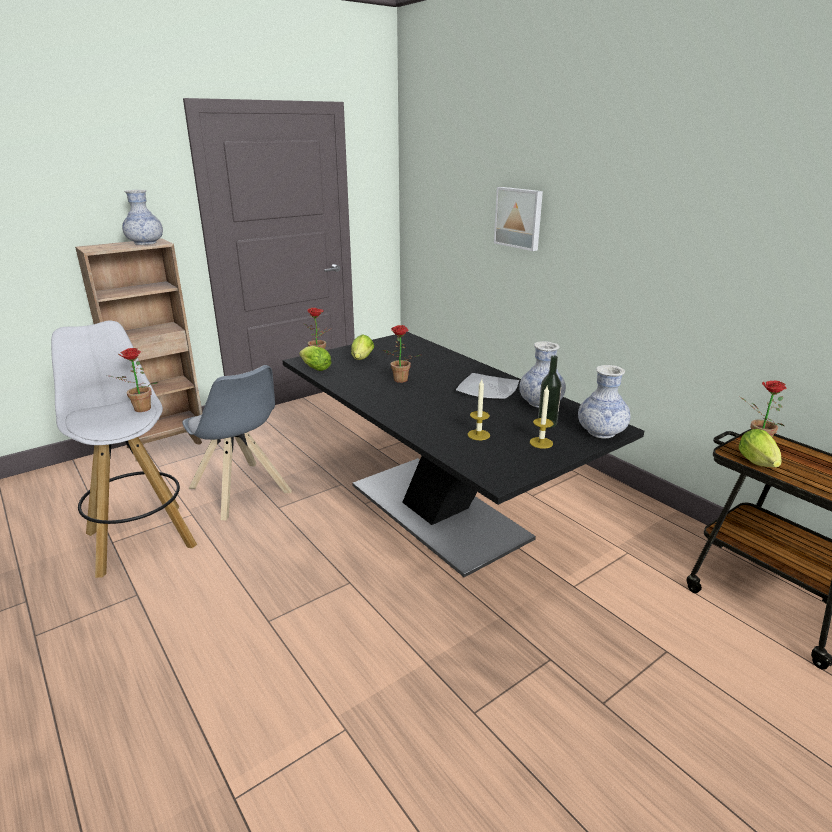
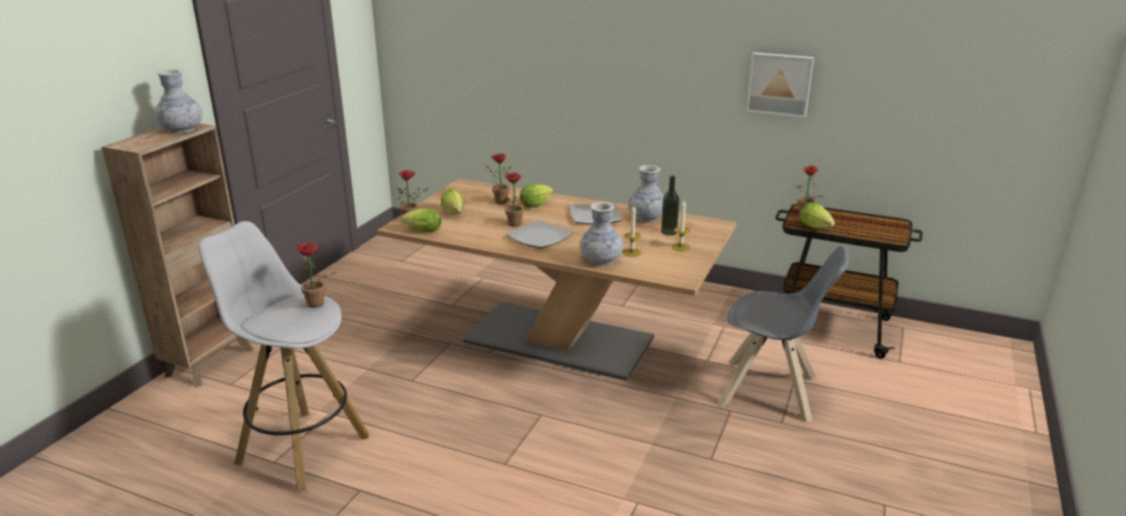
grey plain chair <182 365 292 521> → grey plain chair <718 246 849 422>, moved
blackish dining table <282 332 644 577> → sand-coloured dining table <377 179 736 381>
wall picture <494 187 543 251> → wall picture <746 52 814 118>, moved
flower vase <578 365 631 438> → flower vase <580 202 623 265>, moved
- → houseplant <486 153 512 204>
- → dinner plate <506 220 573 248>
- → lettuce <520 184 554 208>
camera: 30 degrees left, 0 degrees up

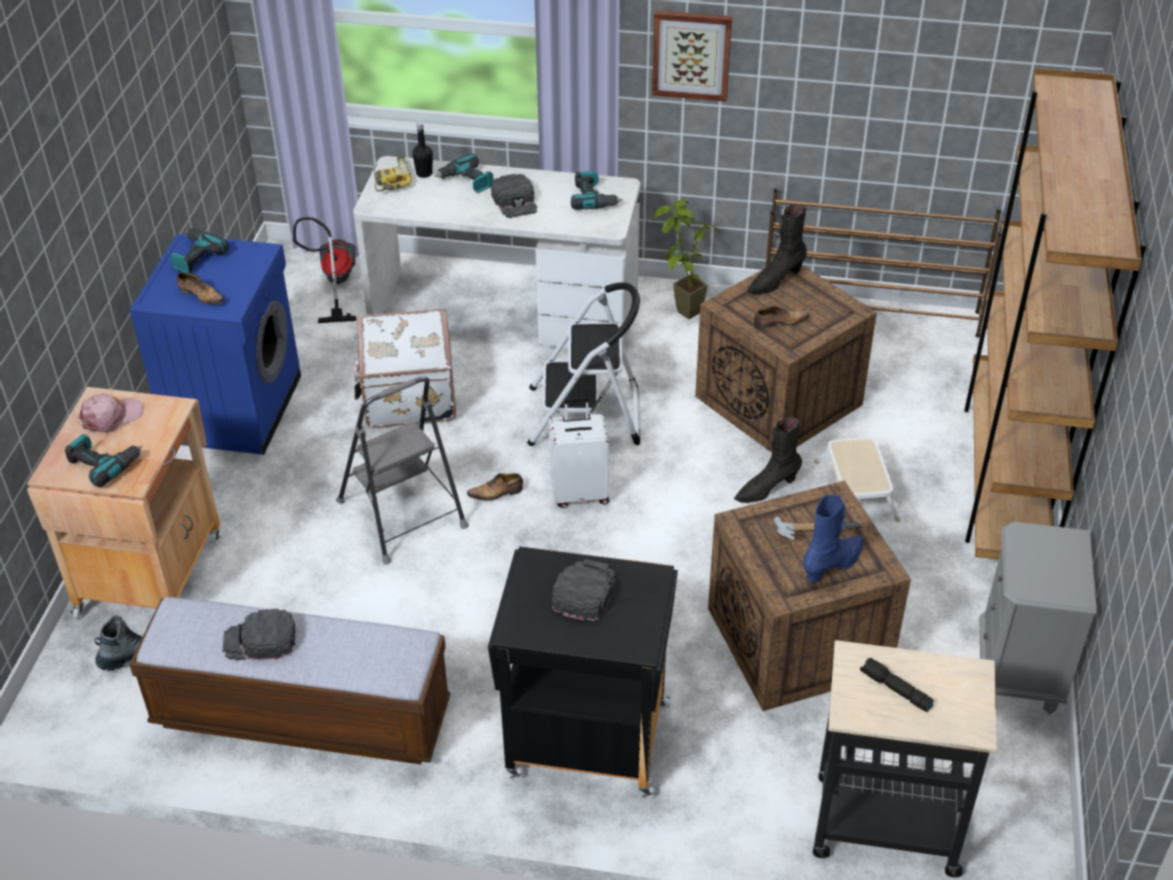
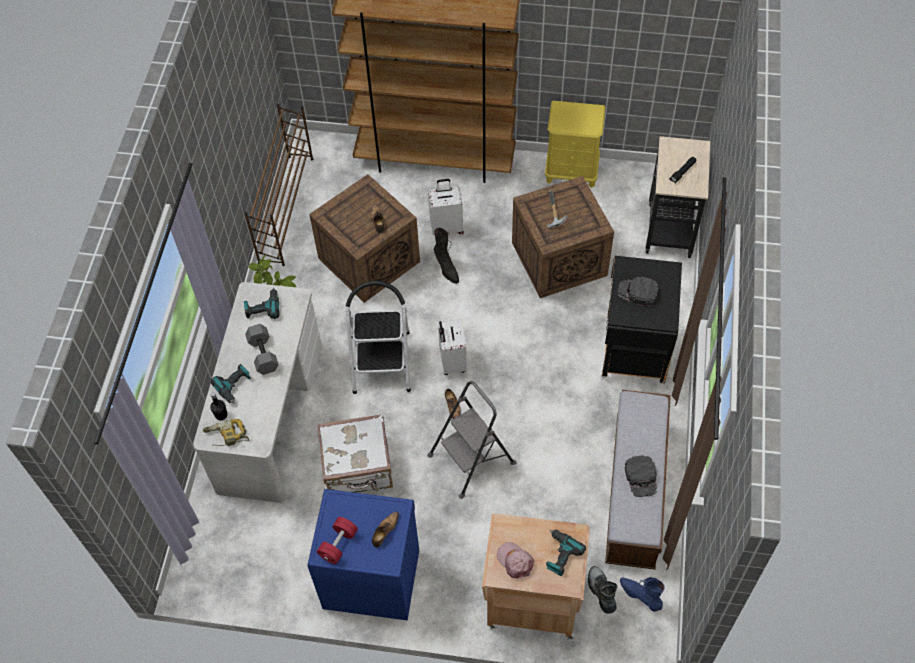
electric drill <170 228 229 274> → red hand weight <317 517 358 564>
vacuum <293 217 356 323> → -
blackish cap <491 174 537 218> → grey hand weight <245 324 279 375>
wall picture <652 10 732 102> → -
blackish boot <747 204 807 295> → -
bluish boot <803 495 864 583> → bluish boot <620 577 664 612>, moved
sand-coloured step stool <814 437 900 523> → white suitcase <428 179 464 235>
grey night table <979 522 1097 714> → yellow night table <545 101 606 188>
camera: 90 degrees left, 15 degrees up

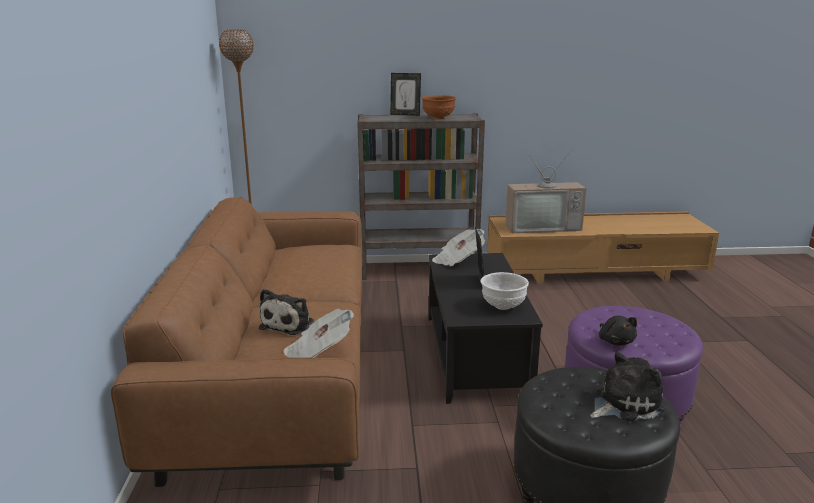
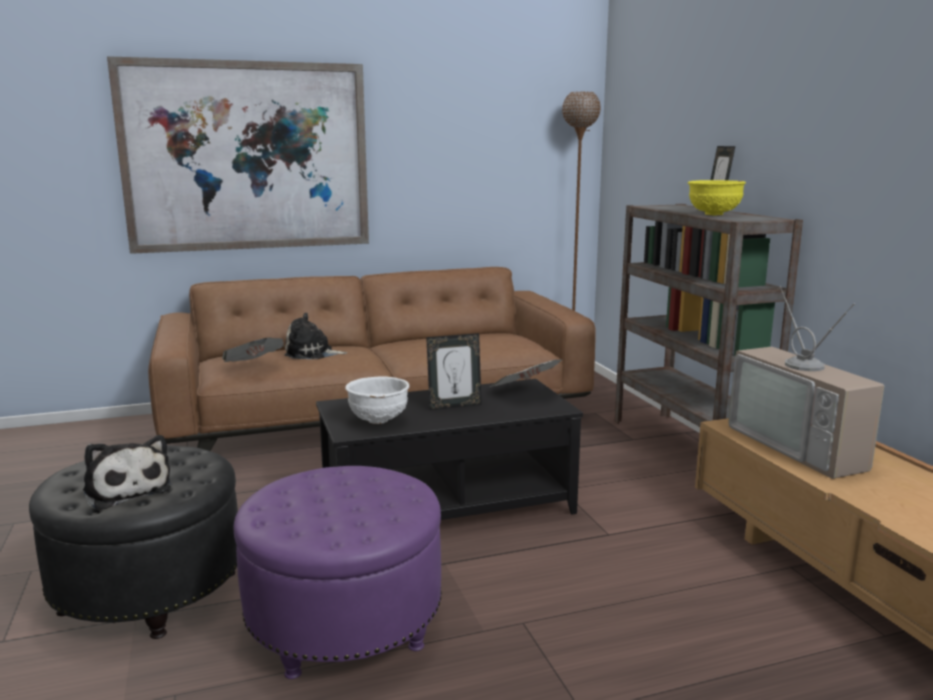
brown-coloured serving bowl <422 95 456 119> → yellow serving bowl <688 180 746 216>
blackish soft toy <599 316 637 345> → -
- → wall picture <107 56 369 254>
camera: 75 degrees right, 5 degrees down

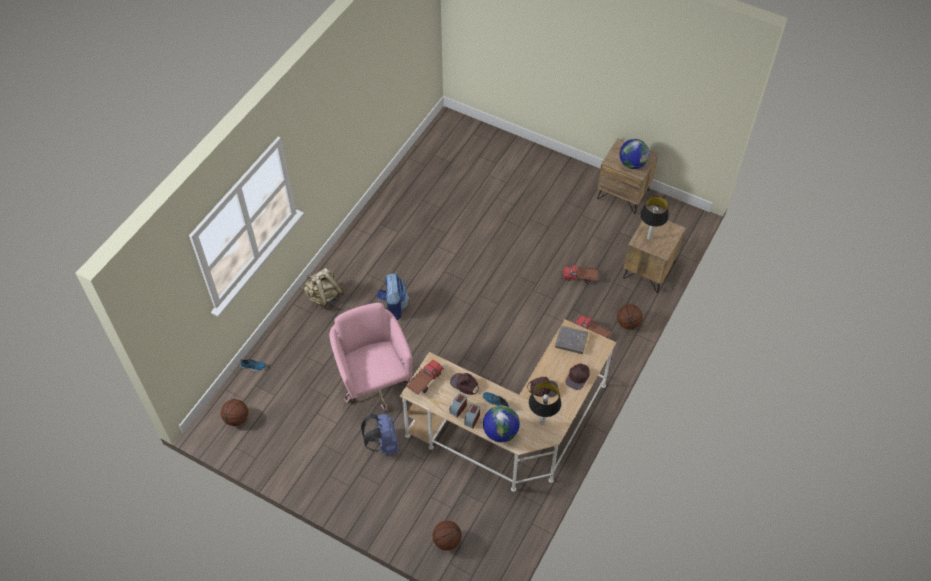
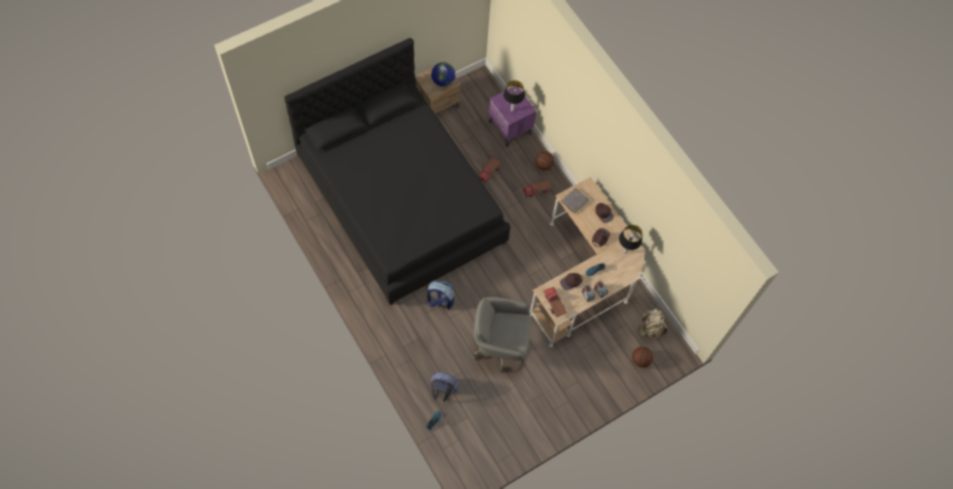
basketball ball <221 399 248 426> → -
sand-coloured backpack <304 268 344 309> → sand-coloured backpack <638 308 667 339>, moved
pinkish office chair <330 303 412 411> → grey office chair <472 297 531 372>
bluish backpack <361 414 399 456> → bluish backpack <431 372 459 402>, moved
globe <483 405 520 442> → -
brown-coloured night table <623 221 686 293> → purple-coloured night table <488 86 536 147>
- → blackish bed <284 38 511 305>
camera: 65 degrees left, 10 degrees up

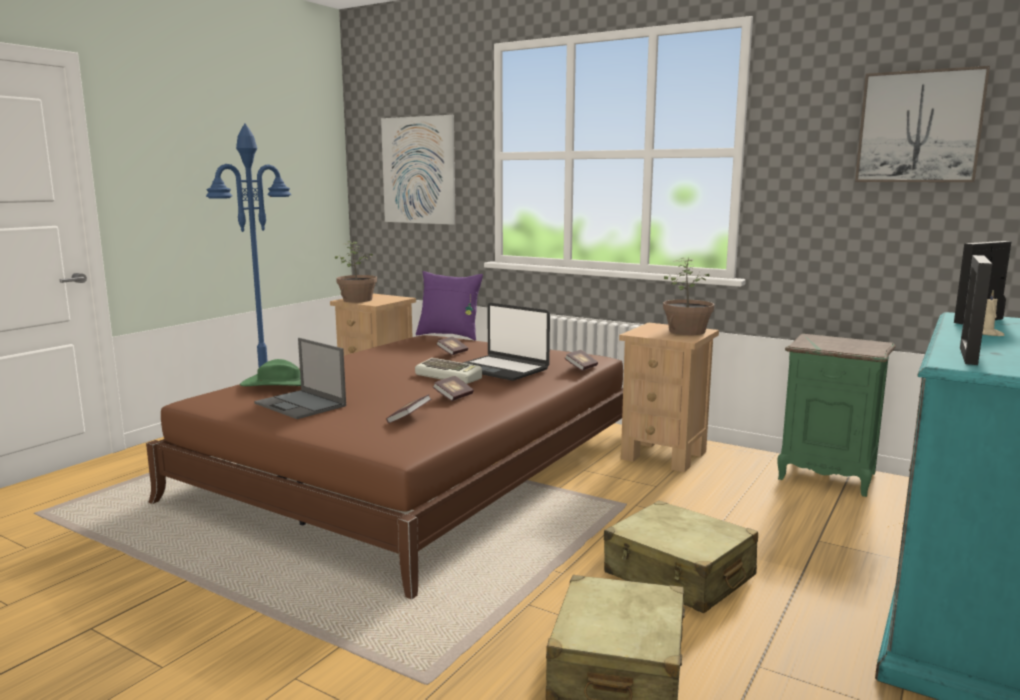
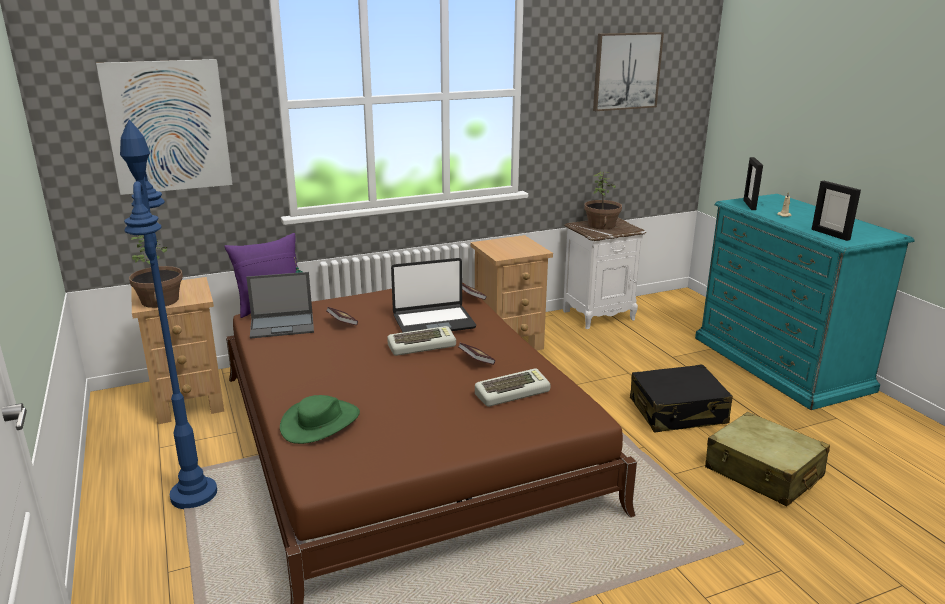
notebook computer <254 338 346 419> → notebook computer <246 272 314 339>, moved
book <387 394 431 423> → PC keyboard <475 369 551 407>
sand-coloured suitcase <604 501 758 613> → blackish suitcase <630 364 733 433>
houseplant <663 257 714 335> → houseplant <584 172 622 229>, moved
green night table <777 334 896 497> → white night table <563 218 646 329>
camera: 55 degrees left, 10 degrees up

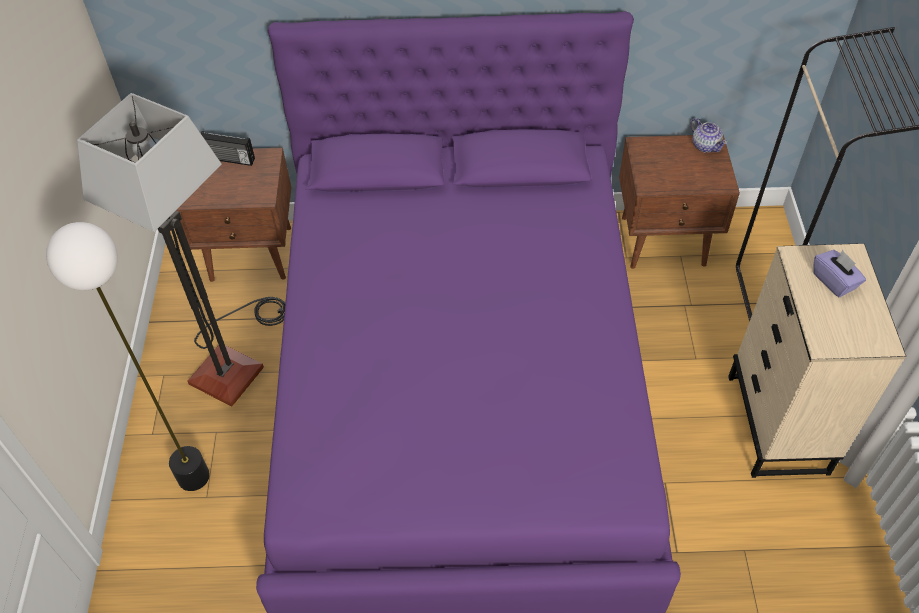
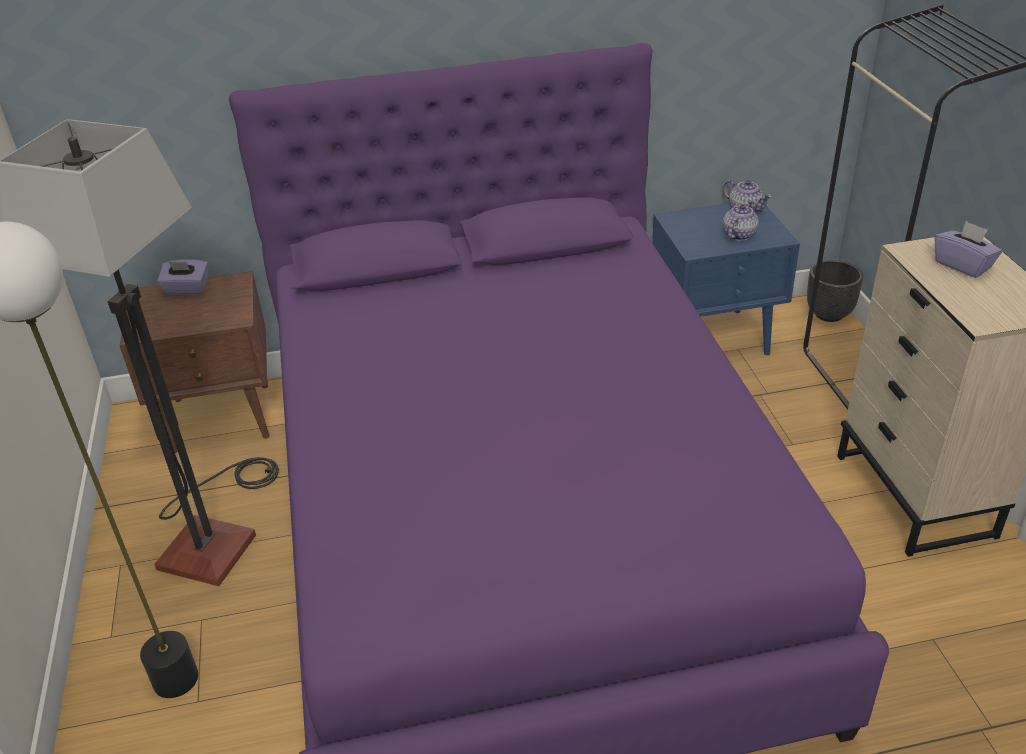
radio set <201 131 255 166> → purple-coloured box of tissues <157 259 208 295>
brown-coloured night table <619 135 740 269> → bluish night table <652 203 800 355>
- → teapot <723 200 759 241>
- → blackish plant pot <807 260 863 322>
camera: 10 degrees left, 15 degrees down

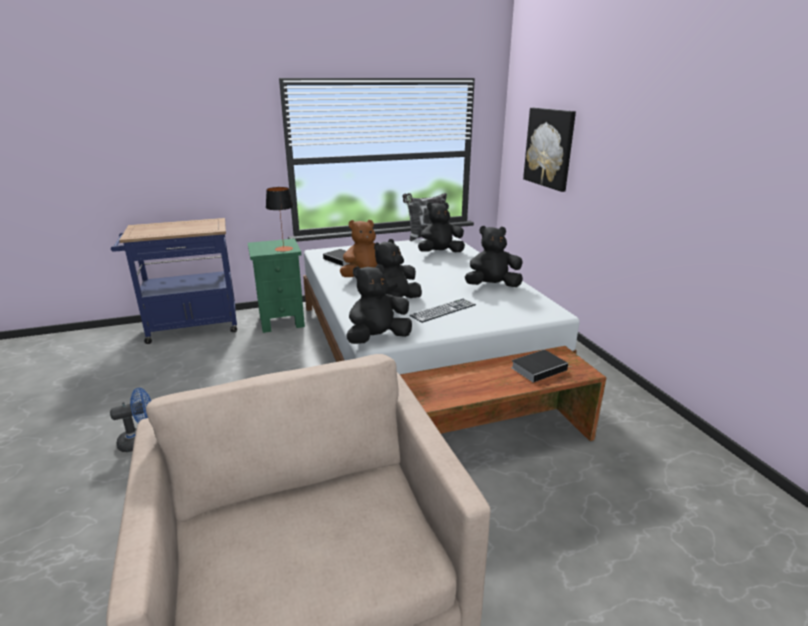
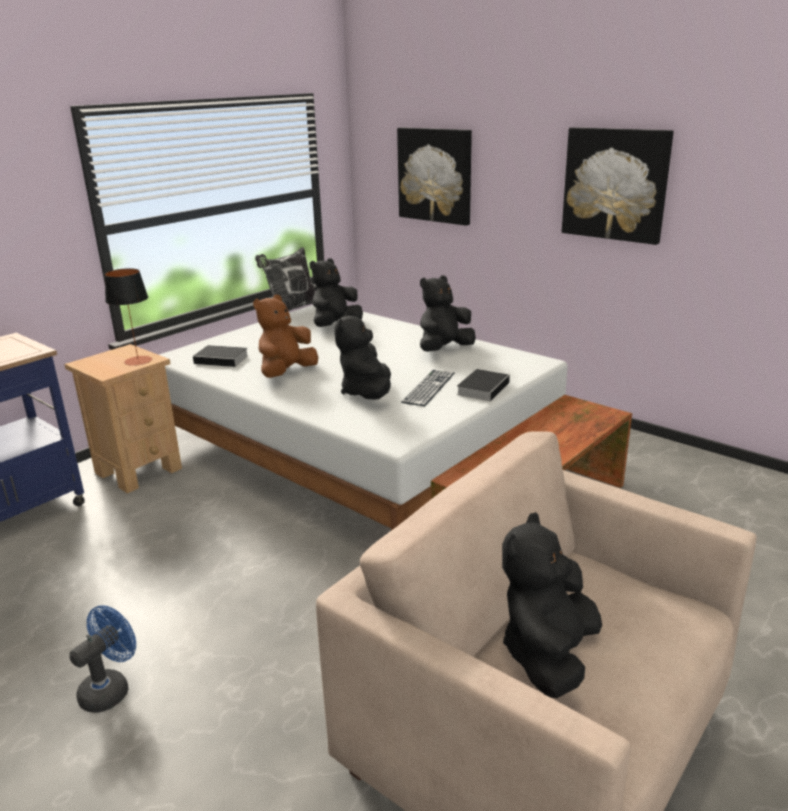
green night table <248 239 305 333> → sand-coloured night table <64 344 182 493>
blackish soft toy <346 264 412 344> → blackish soft toy <502 512 602 698>, moved
book <511 350 568 383> → book <457 369 510 401>, moved
- → wall picture <562 127 674 245>
camera: 30 degrees left, 0 degrees up

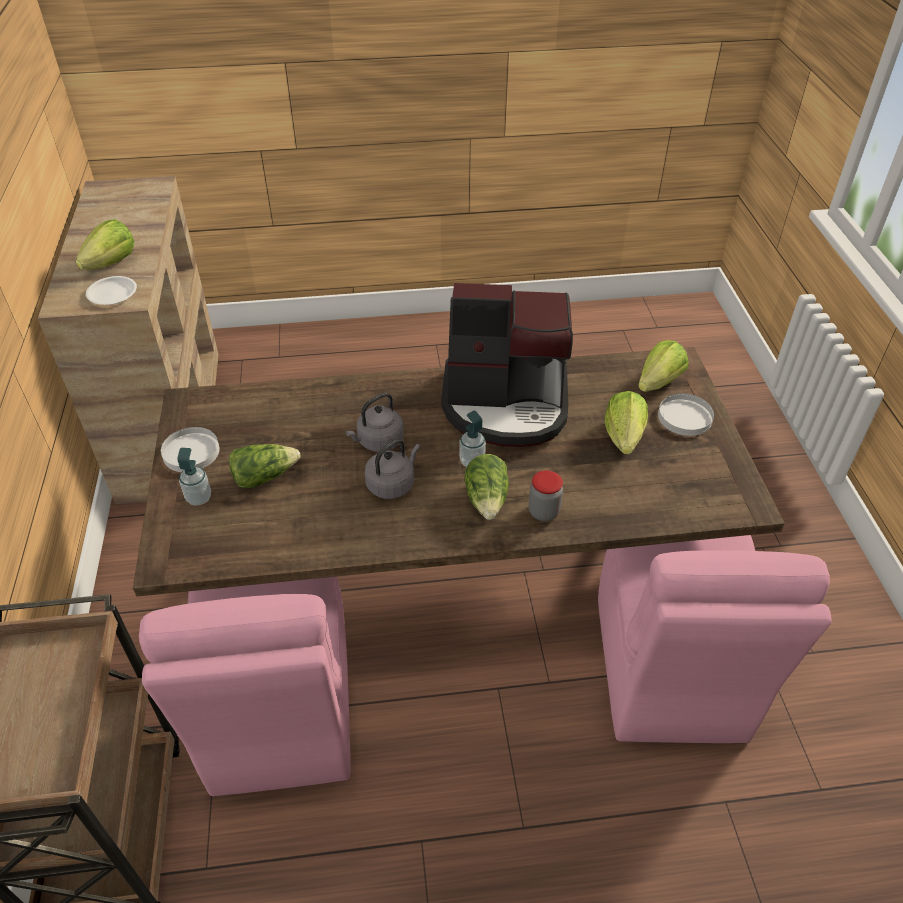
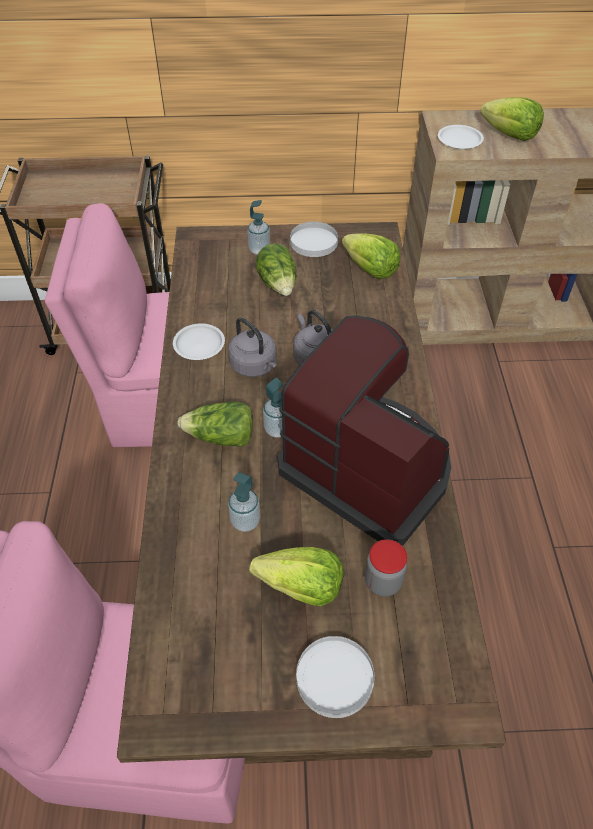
coffee brewer <441 283 573 447> → coffee brewer <278 315 451 545>, 120 degrees clockwise
preserve jar <529 470 563 521> → preserve jar <365 539 407 597>, moved
lettuce <638 340 689 392> → lettuce <342 233 400 279>, moved
- → white dinner plate <173 323 225 360>
- → soap dispenser <228 472 260 532>
camera: 95 degrees right, 5 degrees up

